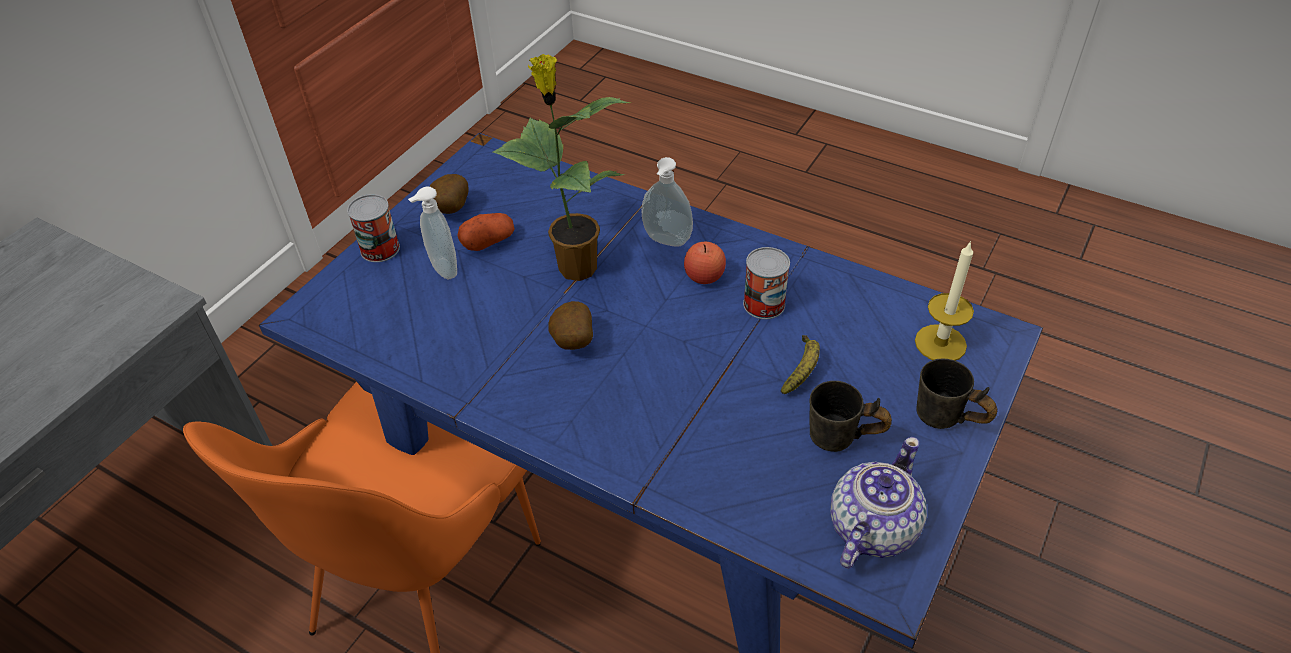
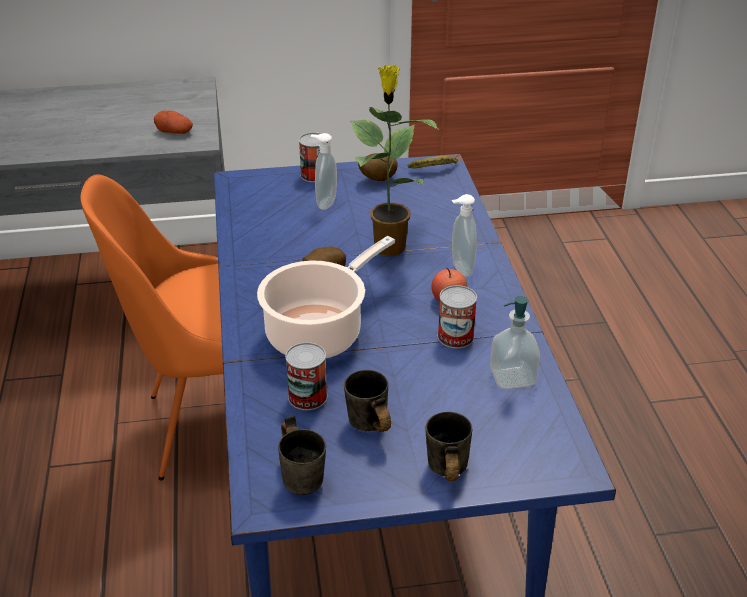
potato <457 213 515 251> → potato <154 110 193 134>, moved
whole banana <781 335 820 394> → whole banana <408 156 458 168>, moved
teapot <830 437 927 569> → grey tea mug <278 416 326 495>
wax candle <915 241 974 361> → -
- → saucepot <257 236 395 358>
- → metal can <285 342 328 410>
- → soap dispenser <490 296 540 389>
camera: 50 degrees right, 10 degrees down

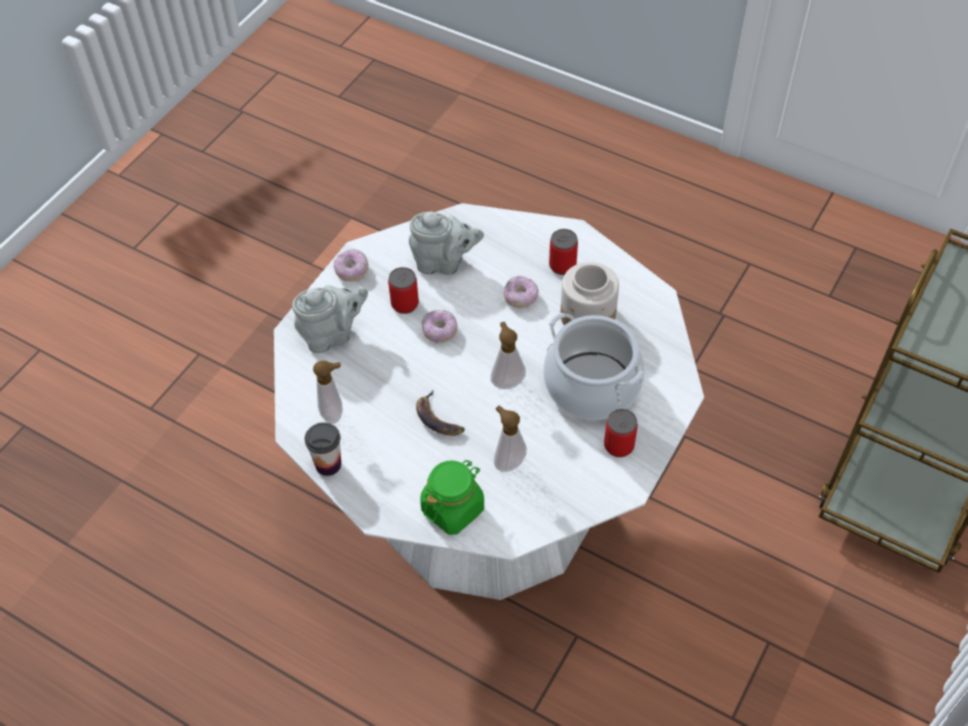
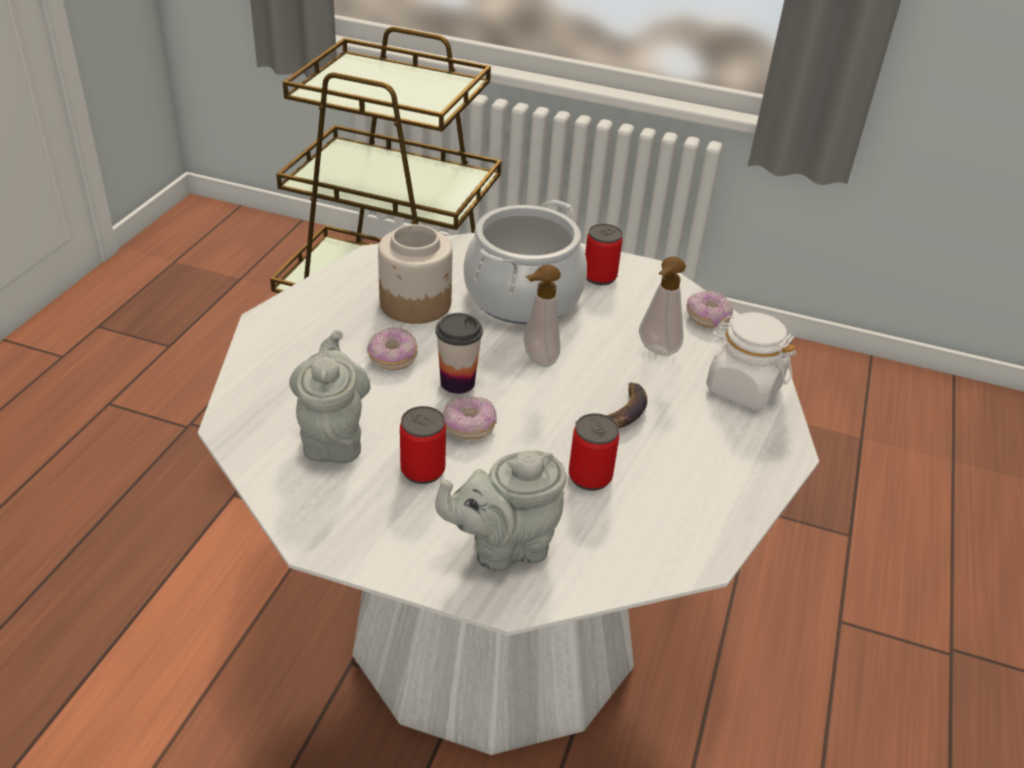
grey teapot <292 285 368 353> → grey teapot <435 450 566 572>, 75 degrees counterclockwise
drinking cup <305 422 341 476> → drinking cup <436 313 483 394>, moved
soap dispenser <313 361 343 424> → -
doughnut <334 249 369 282> → doughnut <687 291 733 328>, moved
green preserve jar <420 460 484 535> → white preserve jar <706 312 796 410>
metal can <549 229 578 275> → metal can <569 413 619 491>, moved
camera: 105 degrees left, 15 degrees down

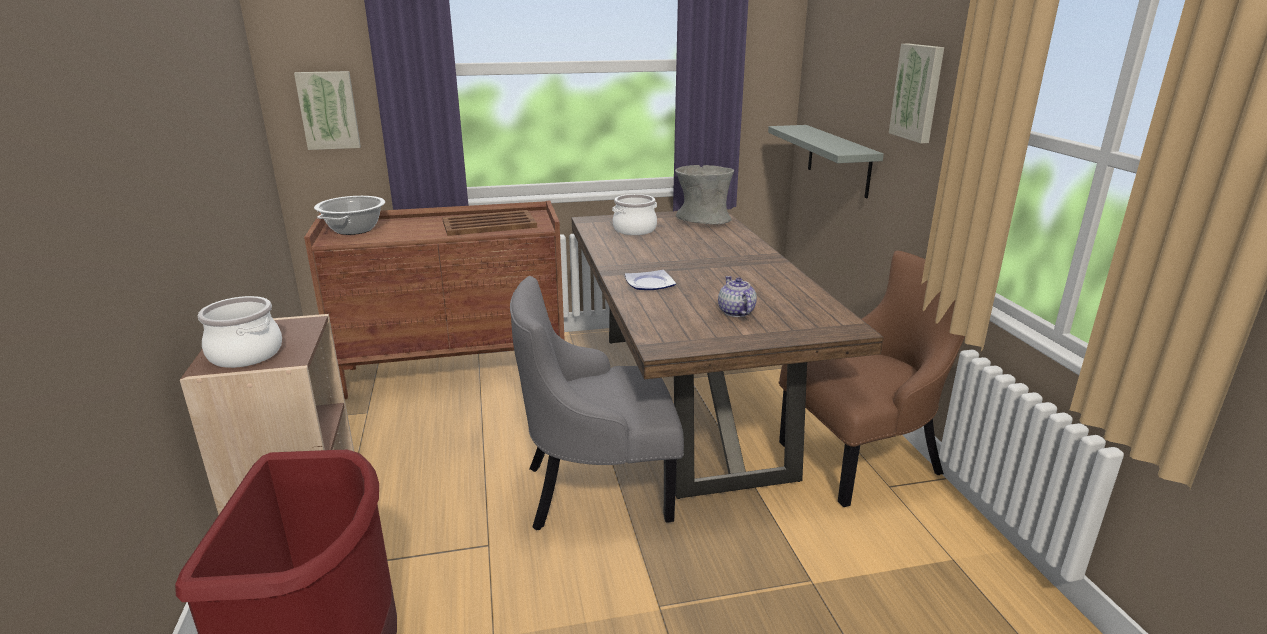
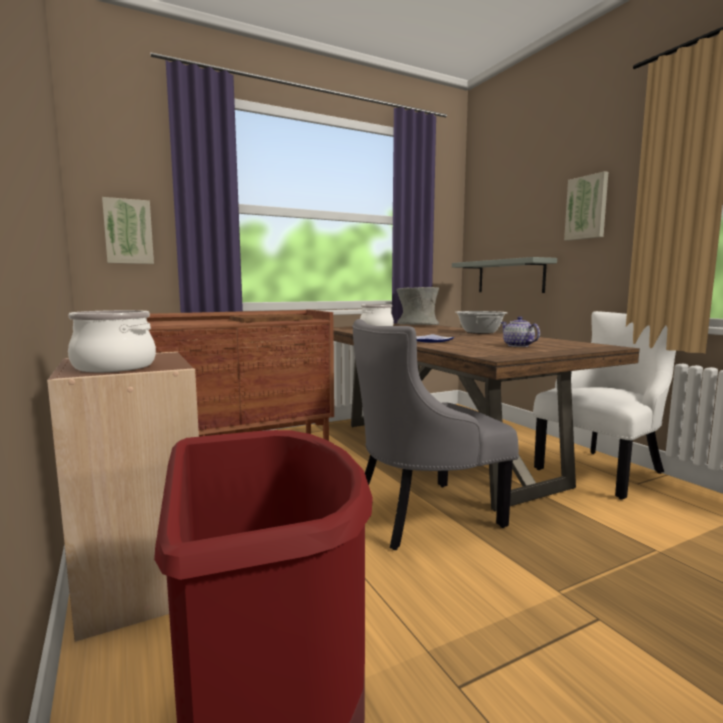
saucepot <314 196 385 235> → saucepot <455 311 507 334>, moved
brown-coloured plain chair <778 251 965 507> → white plain chair <532 311 676 500>
camera: 15 degrees left, 15 degrees down

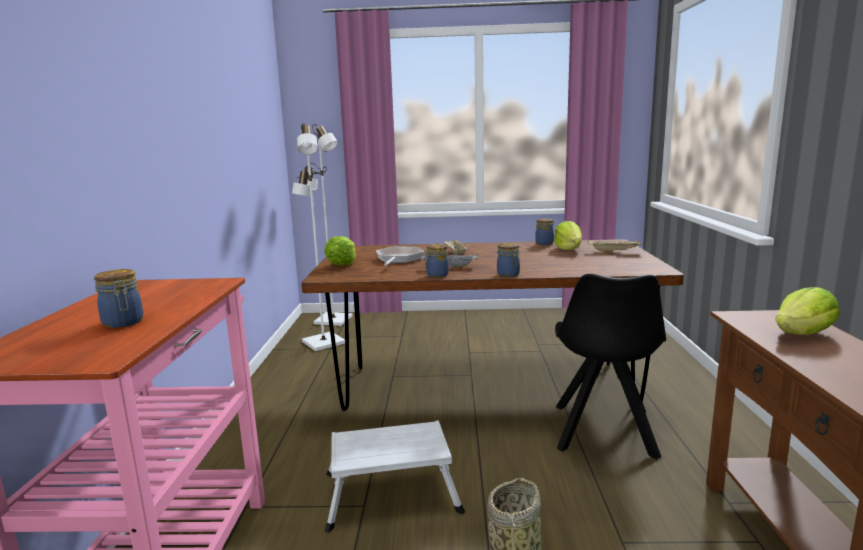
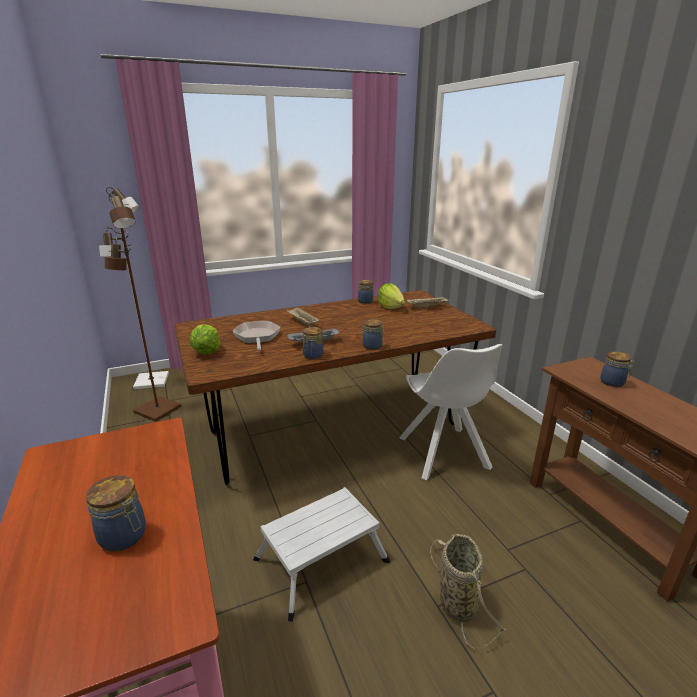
white floor lamp <292 123 345 351> → brown-coloured floor lamp <105 193 181 422>
blackish plain chair <555 274 666 459> → white plain chair <399 344 503 481>
lettuce <775 287 840 335> → preserve jar <601 351 634 387>
camera: 25 degrees left, 10 degrees up

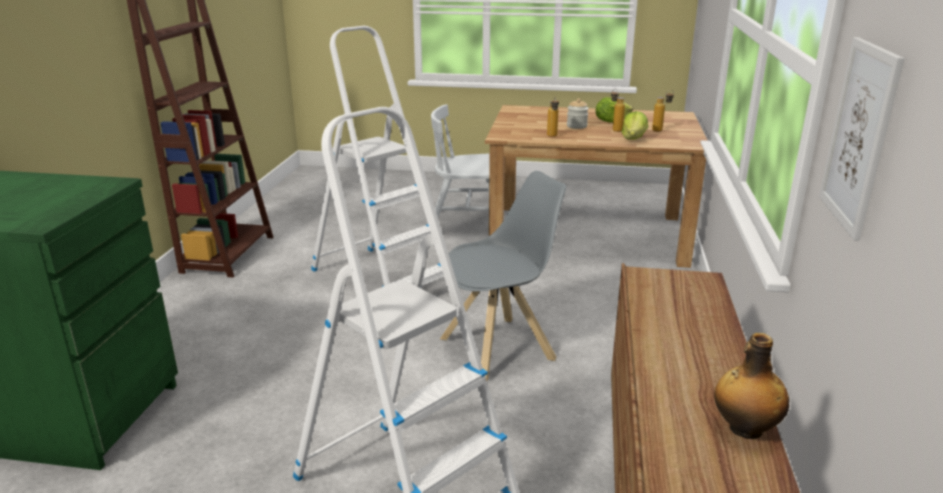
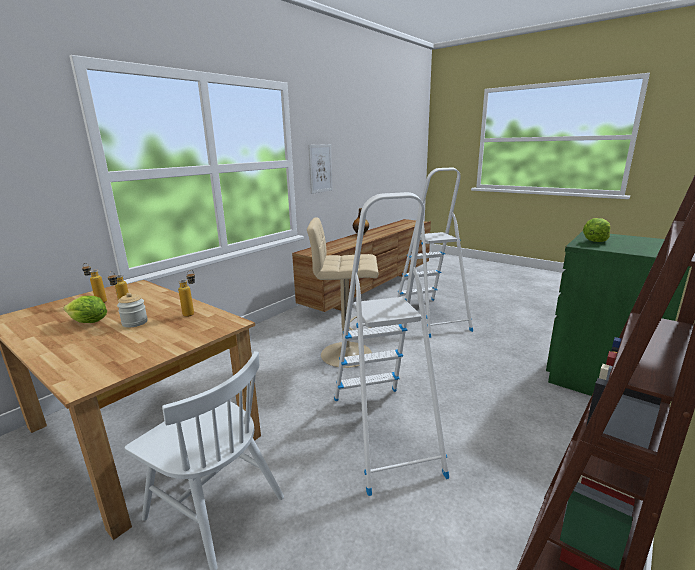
grey plain chair <440 171 566 381> → sand-coloured sitting stool <307 217 378 368>
lettuce <622 111 648 140> → lettuce <583 218 610 242>, moved
camera: 150 degrees left, 5 degrees down

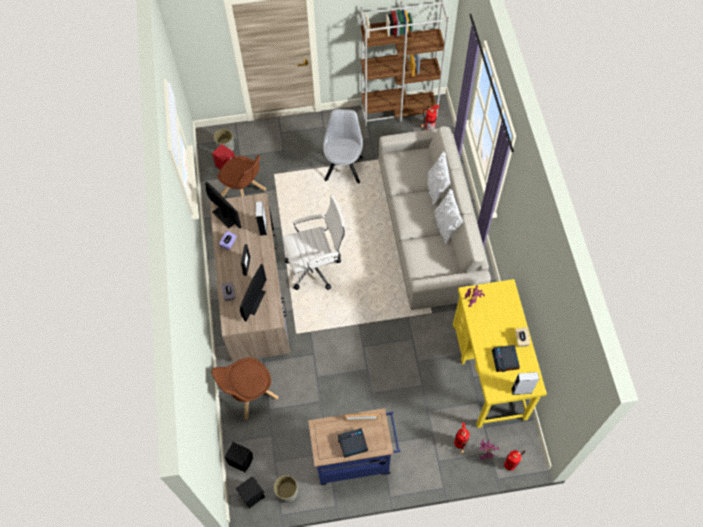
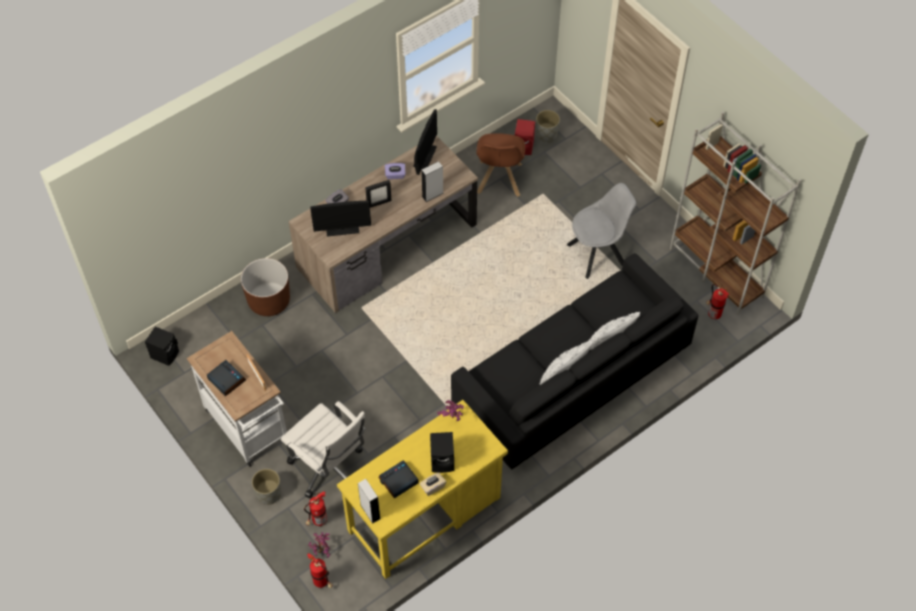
brown-coloured plain chair <211 357 279 419> → brown-coloured plant pot <241 258 290 316>
blackish loudspeaker <225 442 253 472> → blackish loudspeaker <430 432 454 473>, moved
grey plant pot <274 475 298 503> → grey plant pot <252 469 281 505>, moved
white office chair <282 195 345 290> → white office chair <281 401 366 498>, moved
bluish trolley <308 408 400 485> → white trolley <187 331 287 467>
sand-coloured settee <379 126 491 310> → blackish settee <451 253 698 469>
camera: 60 degrees right, 5 degrees down

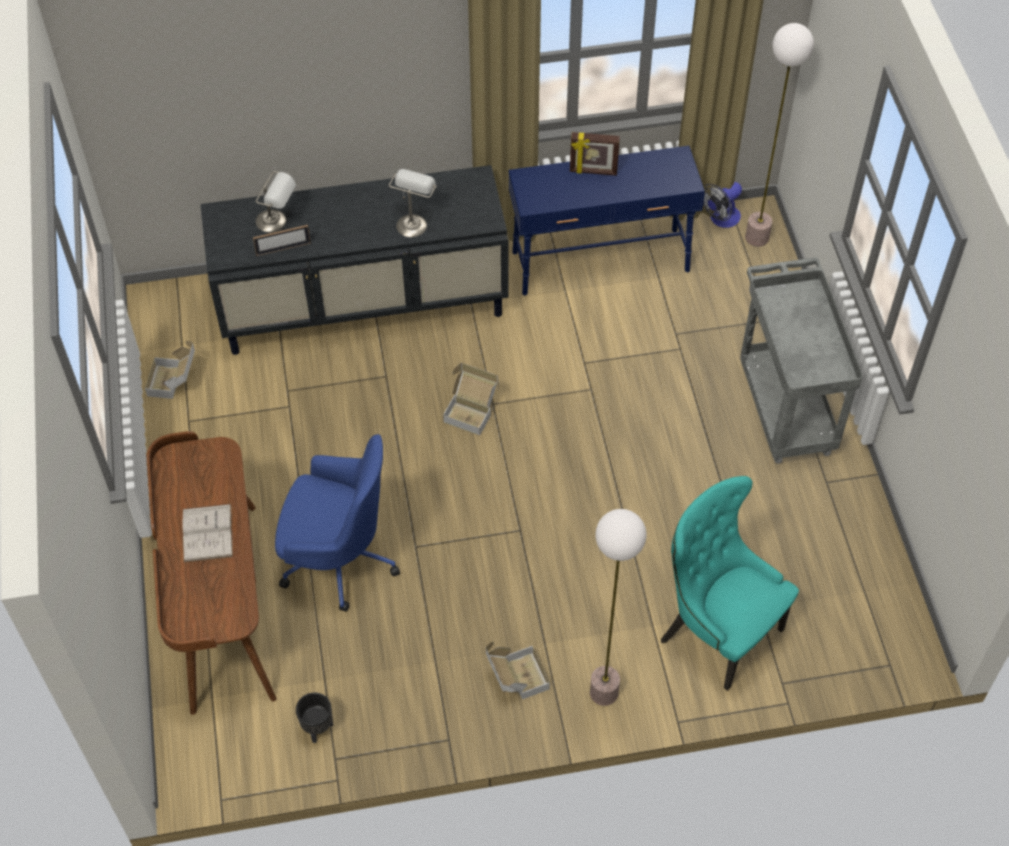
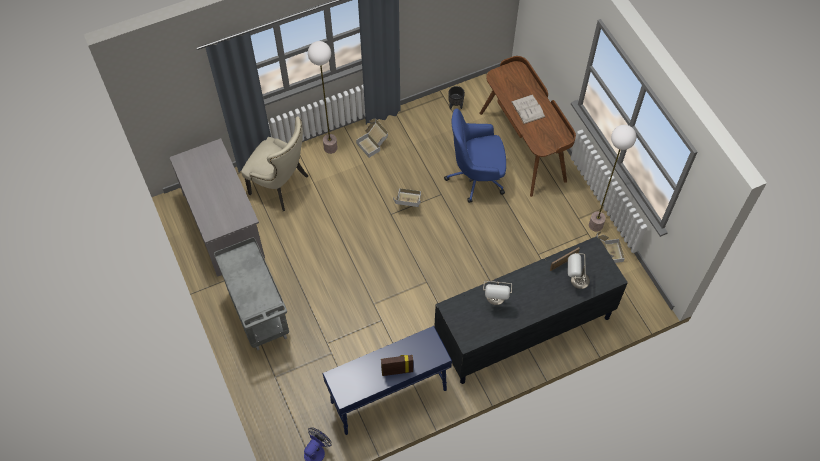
carton <443 363 499 435> → carton <393 188 421 207>, moved
turquoise-coloured plain chair <661 476 799 691> → sand-coloured plain chair <241 116 308 211>
floor lamp <745 23 814 247> → floor lamp <589 125 636 232>, moved
- → grey desk unit <169 138 265 277>
camera: 165 degrees right, 5 degrees up

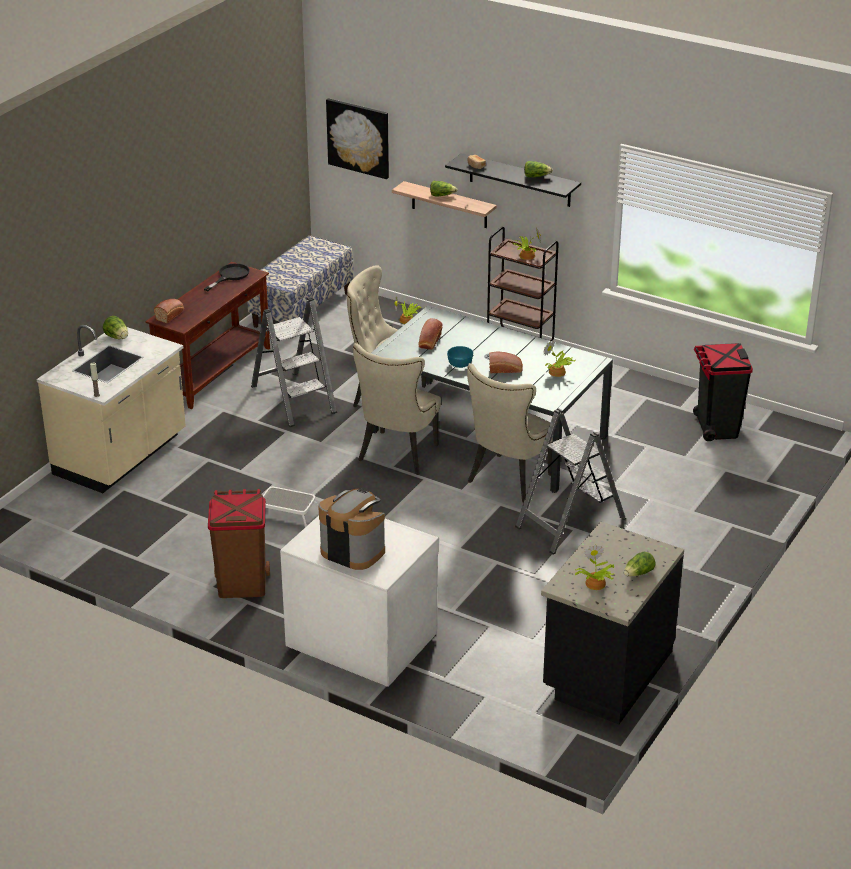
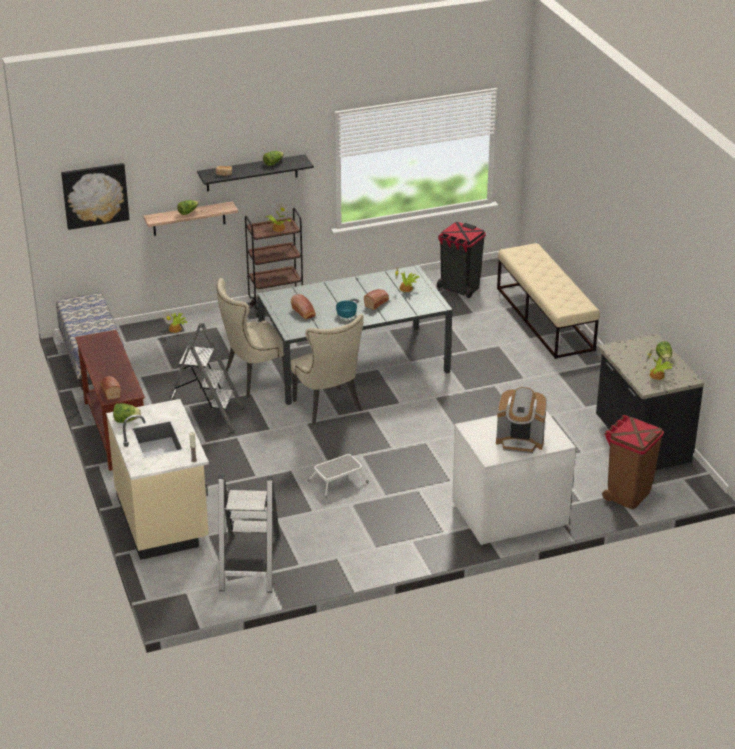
blackish pan <204 263 250 291> → -
brown-coloured rubbish bin <208 489 270 598> → brown-coloured rubbish bin <602 415 664 509>, moved
coffee brewer <318 489 385 570> → coffee brewer <496 387 547 454>, 150 degrees counterclockwise
sand-coloured plain chair <467 363 553 503> → -
grey step stool <515 408 626 555> → grey step stool <218 475 280 593>, moved
- → sand-coloured bench <497 243 600 359>
camera: 50 degrees left, 0 degrees up

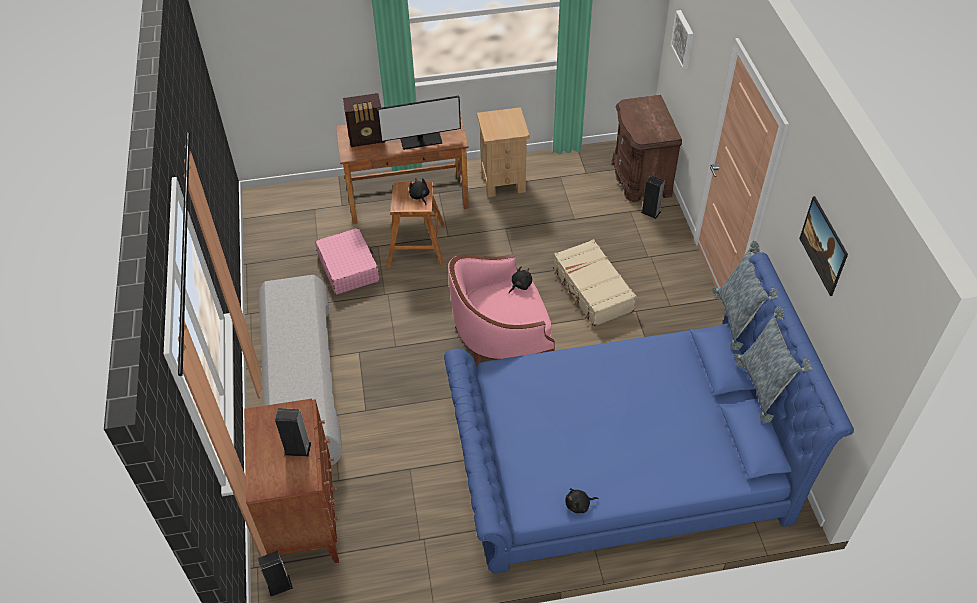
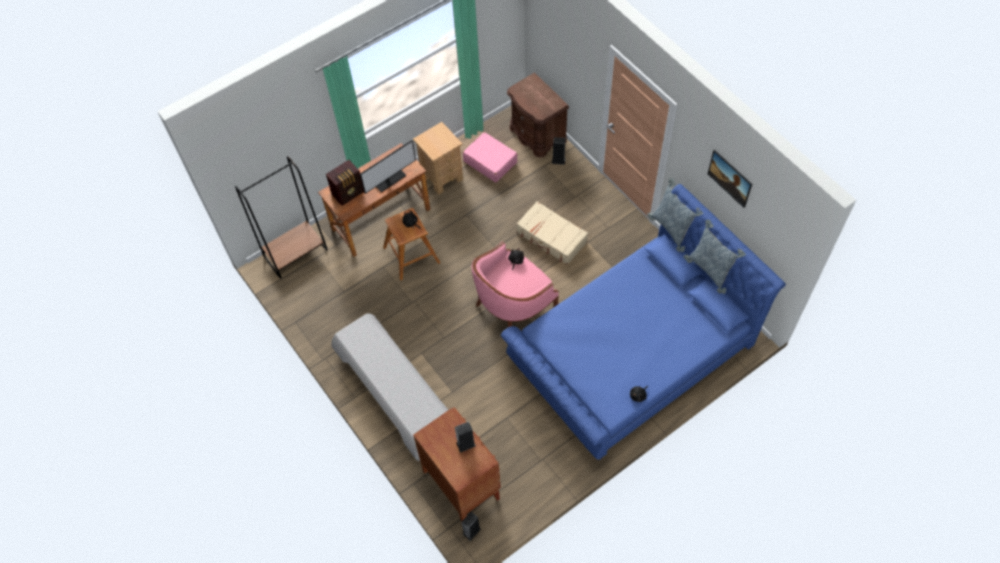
pinkish suitcase <315 228 379 295> → pinkish suitcase <463 132 518 182>, moved
wall picture <671 10 693 69> → -
- → garment rack <235 156 328 279>
camera: 25 degrees left, 10 degrees up

